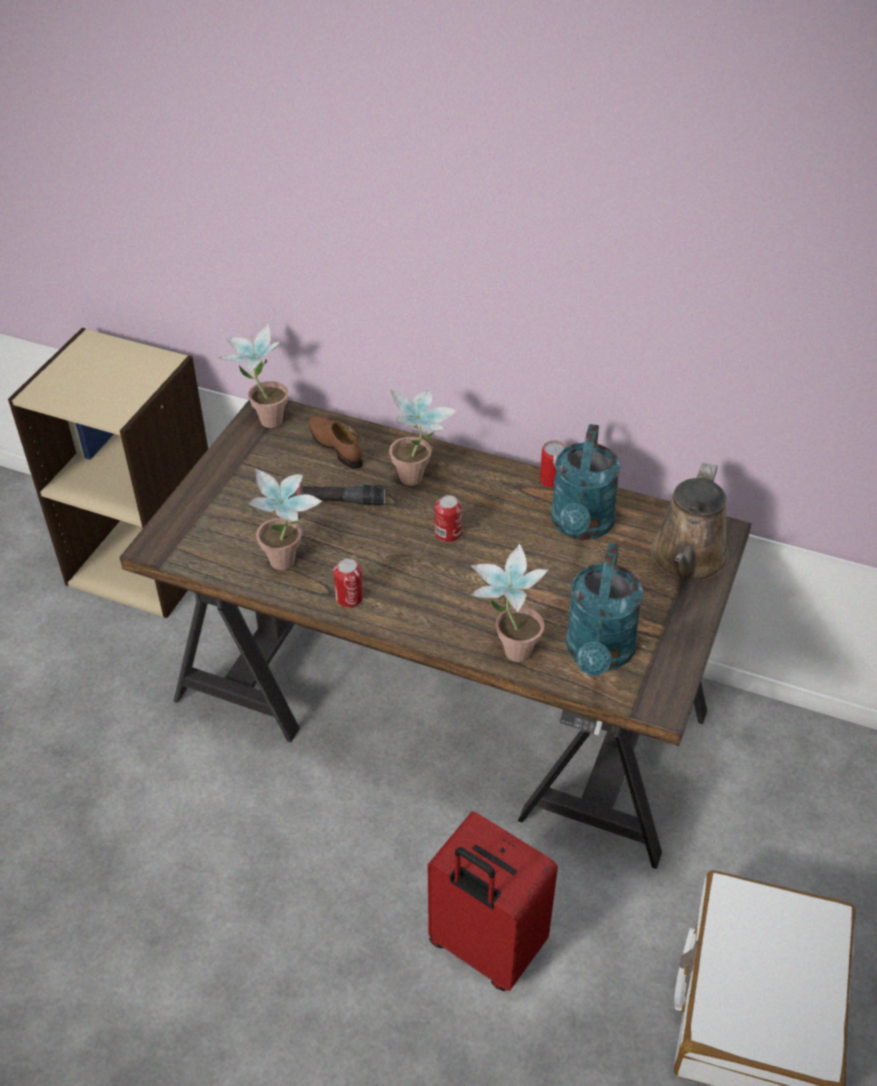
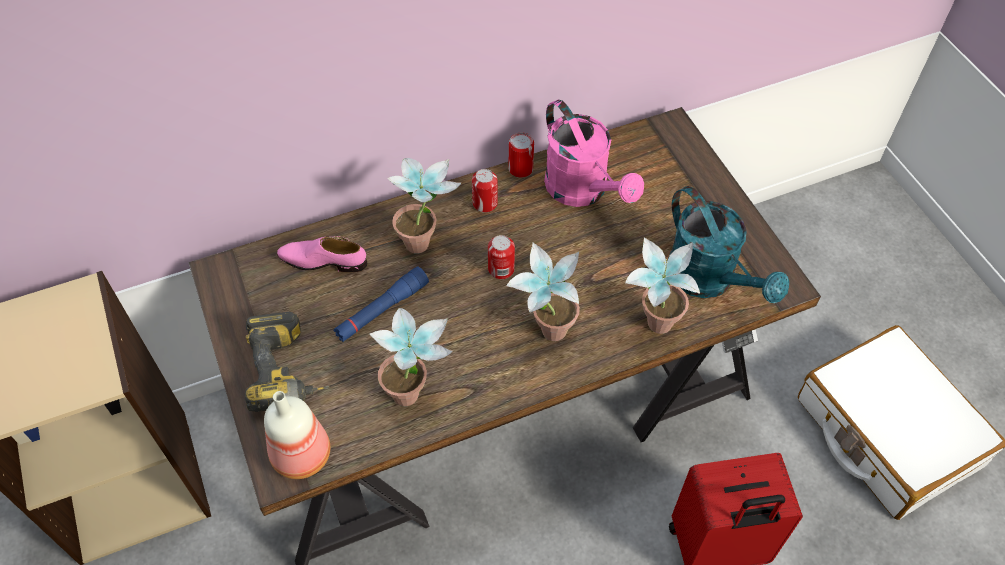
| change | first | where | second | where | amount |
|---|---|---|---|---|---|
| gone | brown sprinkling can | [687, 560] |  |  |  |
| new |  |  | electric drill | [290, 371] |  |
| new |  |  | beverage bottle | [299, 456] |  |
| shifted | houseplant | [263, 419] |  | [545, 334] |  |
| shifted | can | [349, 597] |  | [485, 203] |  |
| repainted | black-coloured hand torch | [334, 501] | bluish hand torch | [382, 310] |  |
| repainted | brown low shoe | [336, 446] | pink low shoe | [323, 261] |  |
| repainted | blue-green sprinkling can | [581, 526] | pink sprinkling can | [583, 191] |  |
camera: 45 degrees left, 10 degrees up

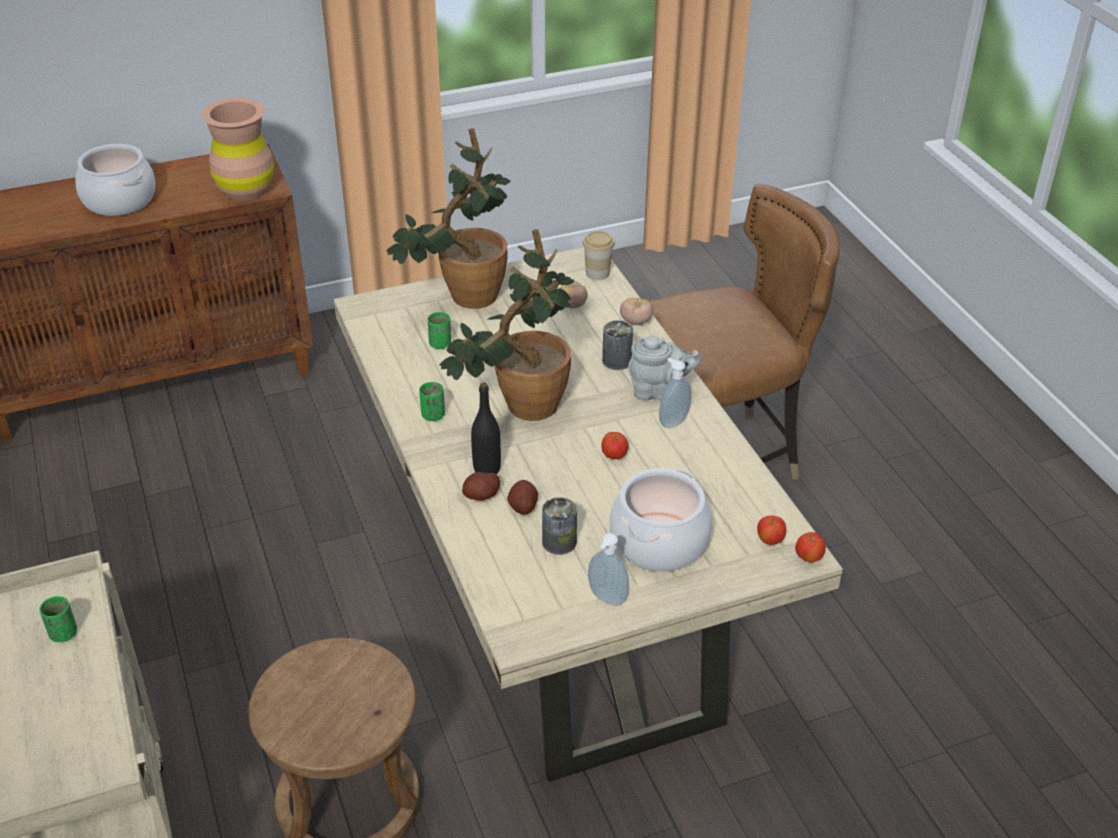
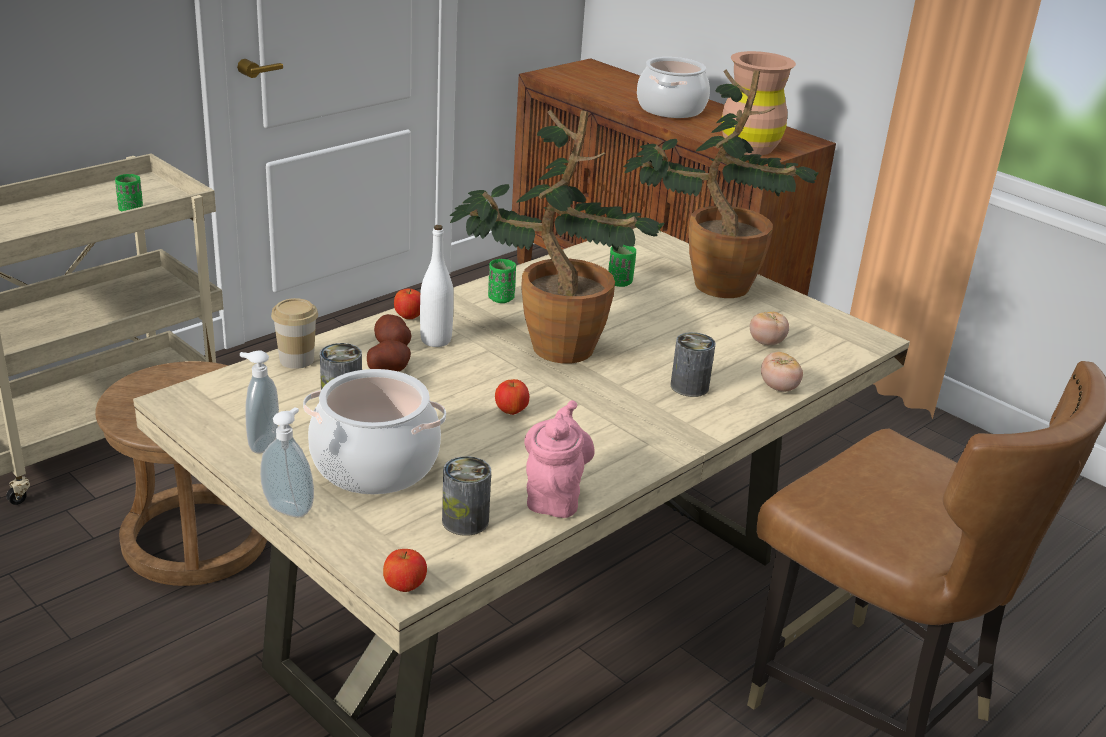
| change | first | where | second | where | amount |
|---|---|---|---|---|---|
| gone | gray tea pot | [659, 392] |  |  |  |
| new |  |  | can | [465, 521] |  |
| new |  |  | pink tea pot | [554, 496] |  |
| shifted | drinking cup | [597, 273] |  | [296, 360] |  |
| shifted | liquid soap bottle | [672, 421] |  | [290, 508] |  |
| shifted | apple | [769, 540] |  | [409, 317] |  |
| repainted | black-coloured beverage bottle | [487, 469] | white beverage bottle | [436, 340] |  |
camera: 65 degrees right, 10 degrees down

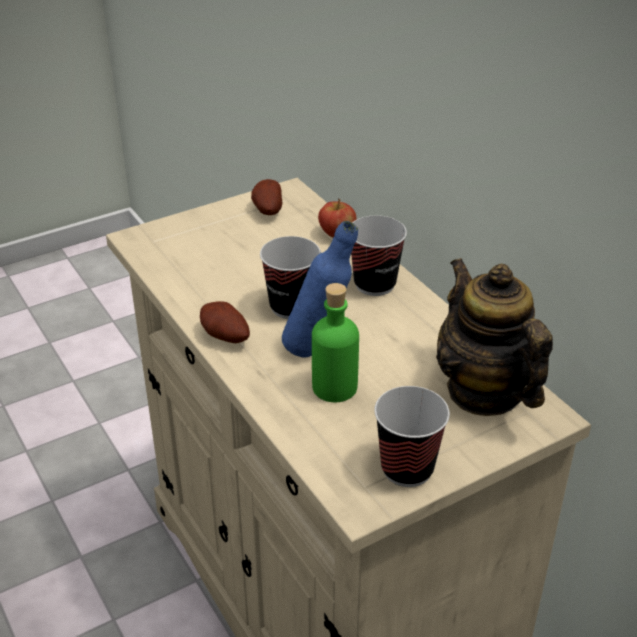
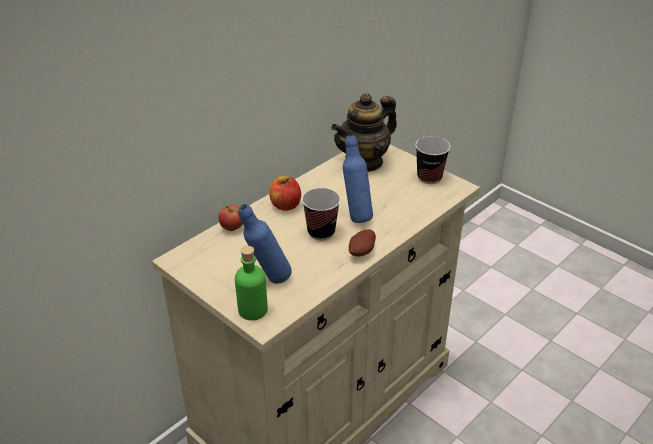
| change | first | where | second | where | amount |
|---|---|---|---|---|---|
| gone | potato | [267, 210] |  |  |  |
| new |  |  | bluish beverage bottle | [268, 279] |  |
| shifted | green-coloured beverage bottle | [334, 387] |  | [252, 310] |  |
| swapped | drinking cup | [374, 284] | apple | [285, 205] |  |
camera: 105 degrees left, 0 degrees up

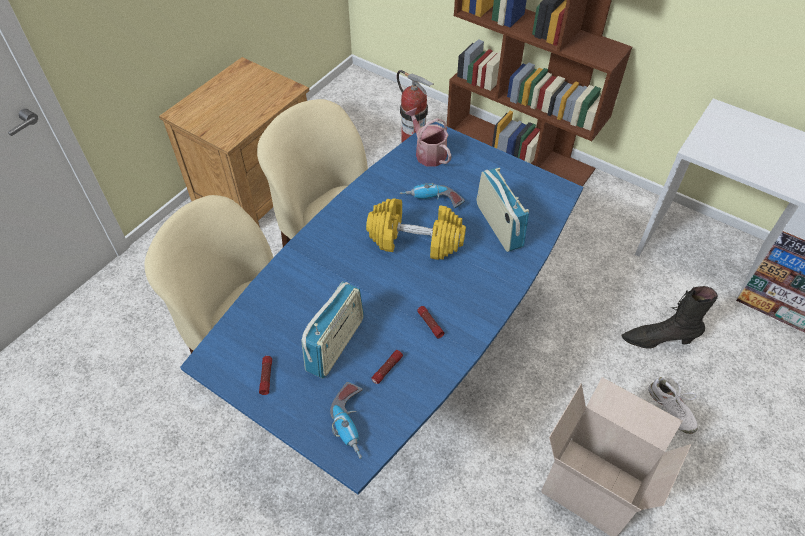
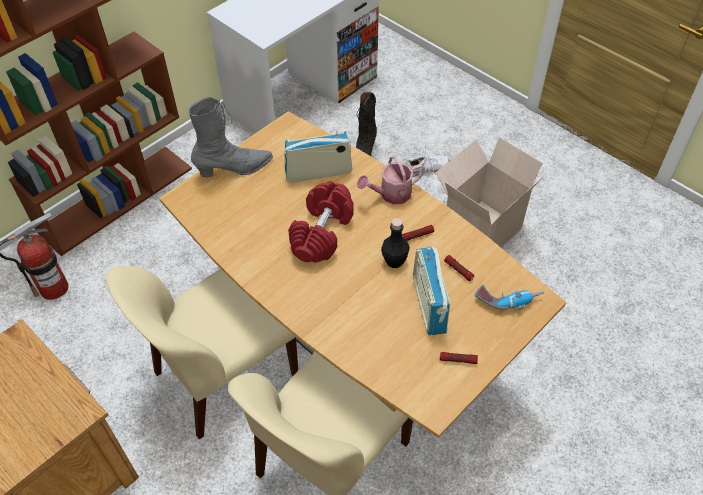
| change | first | where | second | where | amount |
|---|---|---|---|---|---|
| gone | electric drill | [431, 202] |  |  |  |
| new |  |  | gray tall boot | [235, 169] |  |
| new |  |  | black-coloured beverage bottle | [394, 261] |  |
| shifted | sprinkling can | [428, 153] |  | [391, 194] |  |
| repainted | bluish dinner table | [402, 364] | brown dinner table | [352, 341] |  |
| repainted | yellowish free weight | [416, 240] | reddish free weight | [321, 232] |  |
| rotated | radio receiver | [335, 344] |  | [429, 304] | 135 degrees counterclockwise |
camera: 80 degrees left, 0 degrees up

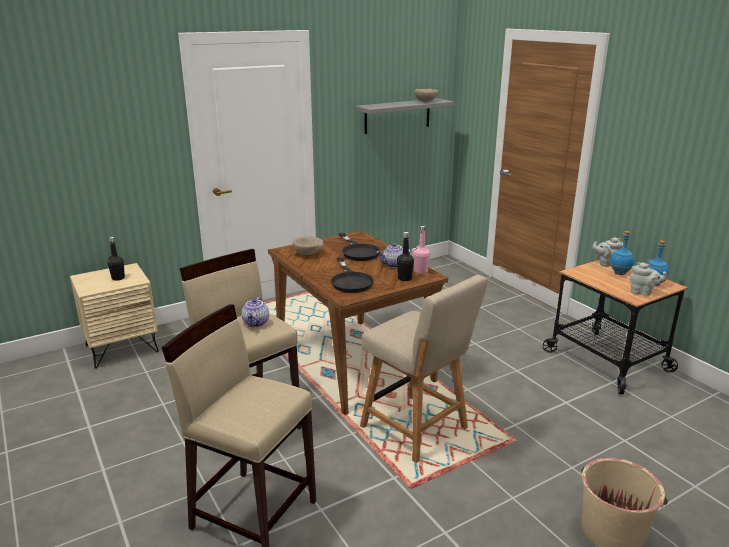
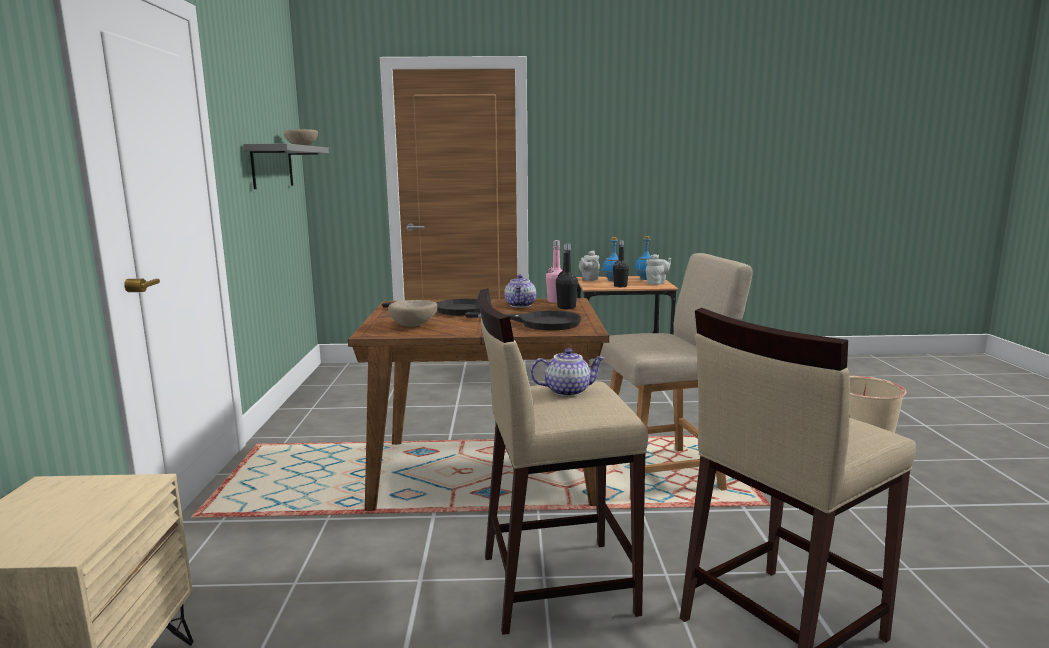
| change | first | where | second | where | amount |
|---|---|---|---|---|---|
| shifted | black-coloured beverage bottle | [118, 278] |  | [620, 286] |  |
| rotated | tea pot | [256, 323] |  | [567, 391] | 45 degrees counterclockwise |
camera: 60 degrees left, 10 degrees down

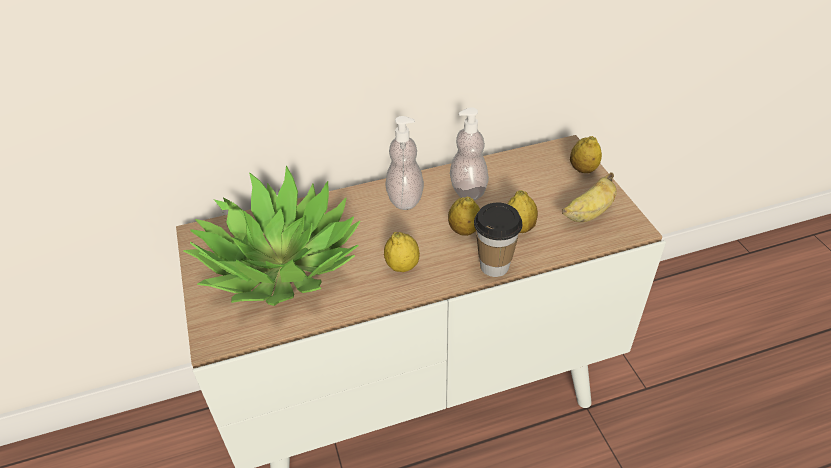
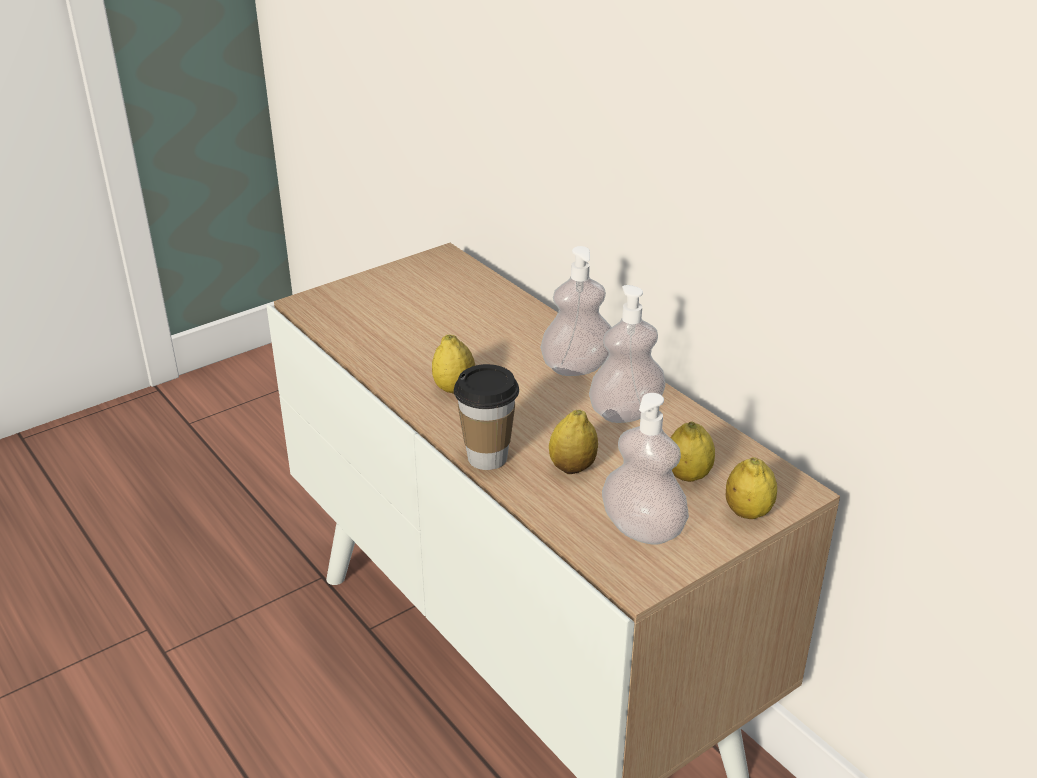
| change | first | where | second | where | amount |
|---|---|---|---|---|---|
| gone | houseplant | [279, 263] |  |  |  |
| shifted | whole lemon | [464, 230] |  | [688, 475] |  |
| swapped | banana | [588, 213] | liquid soap bottle | [642, 529] |  |
camera: 70 degrees right, 10 degrees down

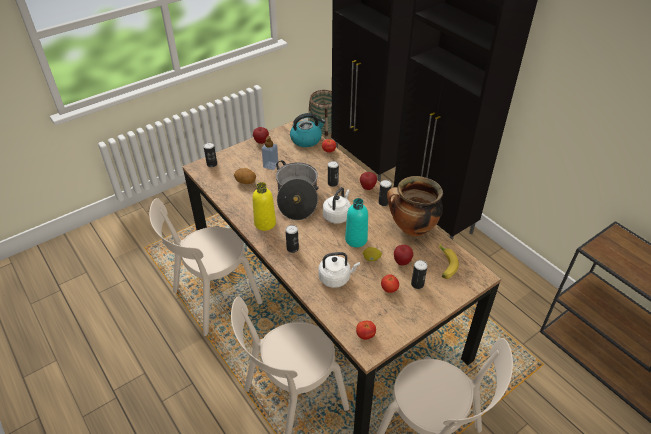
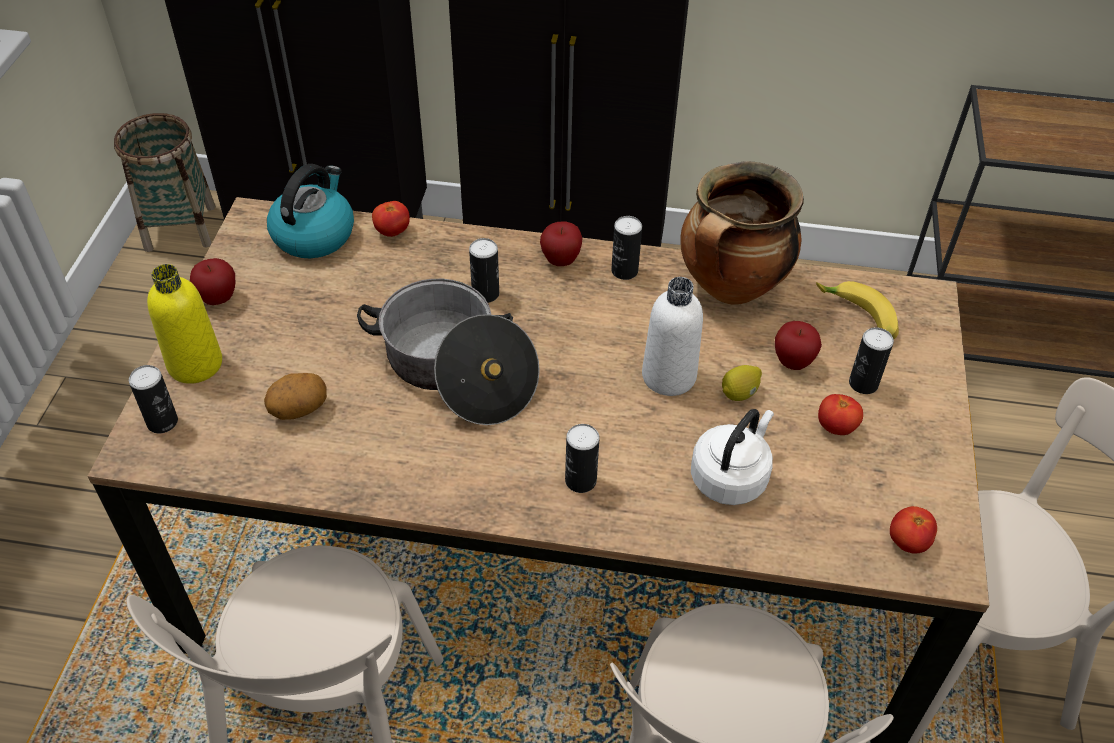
| change | first | where | second | where | amount |
|---|---|---|---|---|---|
| gone | liquid soap bottle | [270, 165] |  |  |  |
| gone | white kettle | [337, 215] |  |  |  |
| shifted | yellowish beverage bottle | [265, 223] |  | [195, 364] |  |
| repainted | blue-green beverage bottle | [356, 239] | white beverage bottle | [669, 376] |  |
camera: 45 degrees left, 5 degrees up

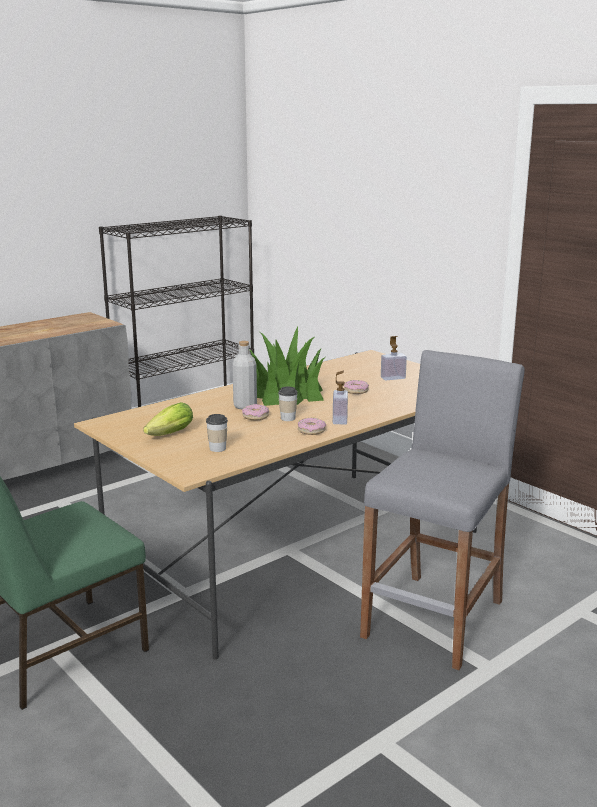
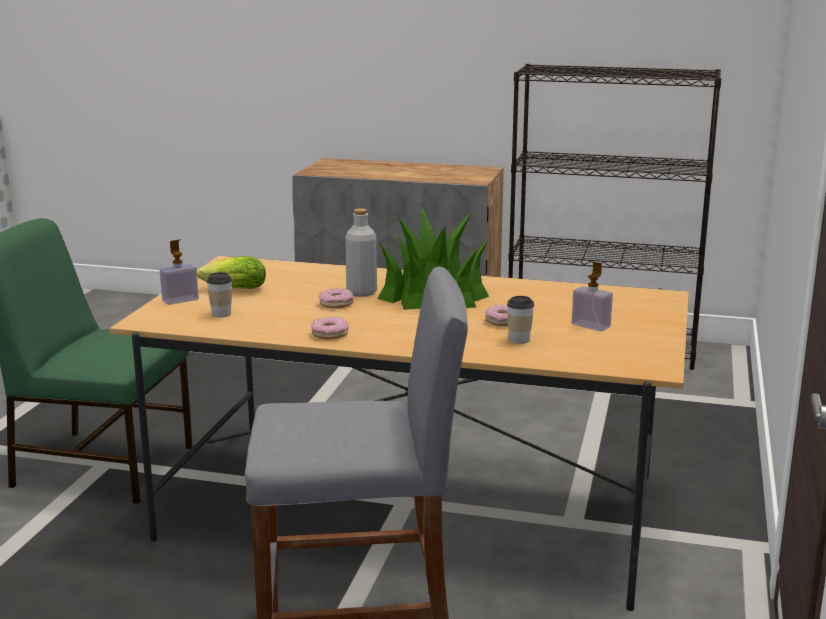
| change | first | where | second | where | amount |
|---|---|---|---|---|---|
| shifted | drinking cup | [288, 418] |  | [519, 340] |  |
| shifted | liquid soap bottle | [340, 420] |  | [180, 300] |  |
camera: 55 degrees right, 0 degrees up

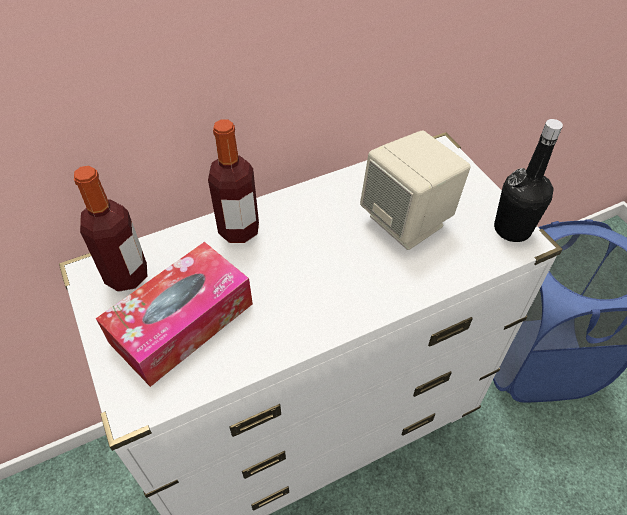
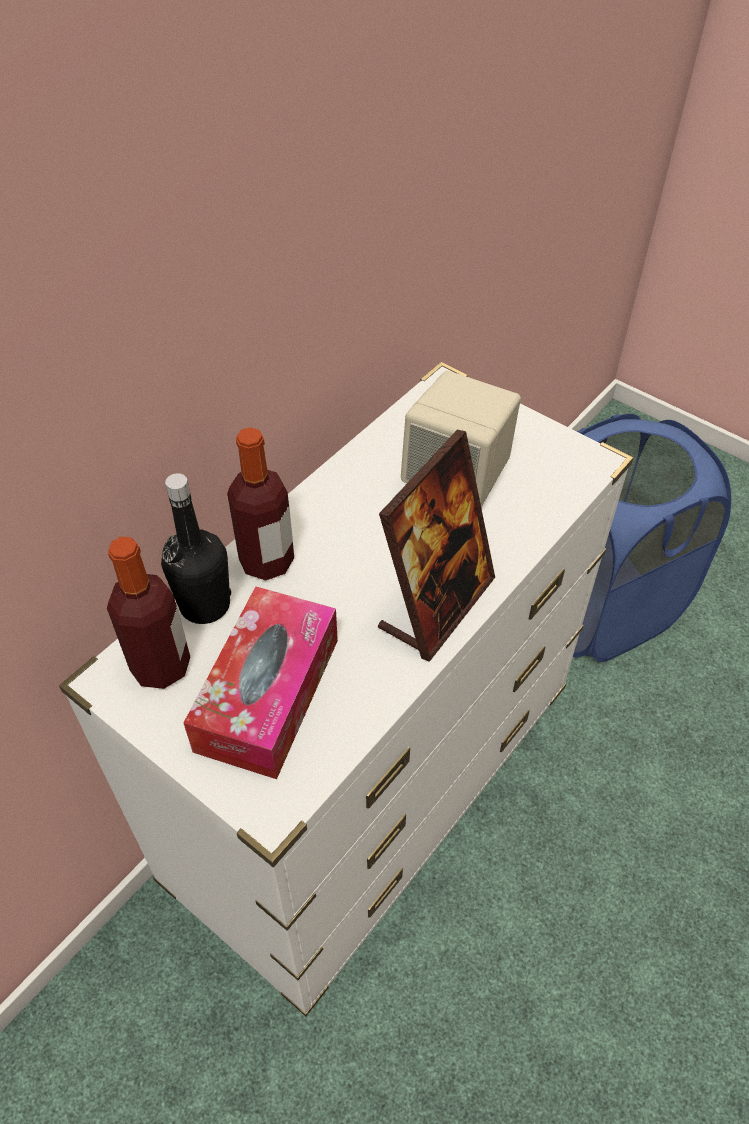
| change | first | where | second | where | amount |
|---|---|---|---|---|---|
| new |  |  | standing frame | [436, 605] |  |
| shifted | black-coloured beverage bottle | [512, 229] |  | [205, 605] |  |
camera: 25 degrees left, 0 degrees up

